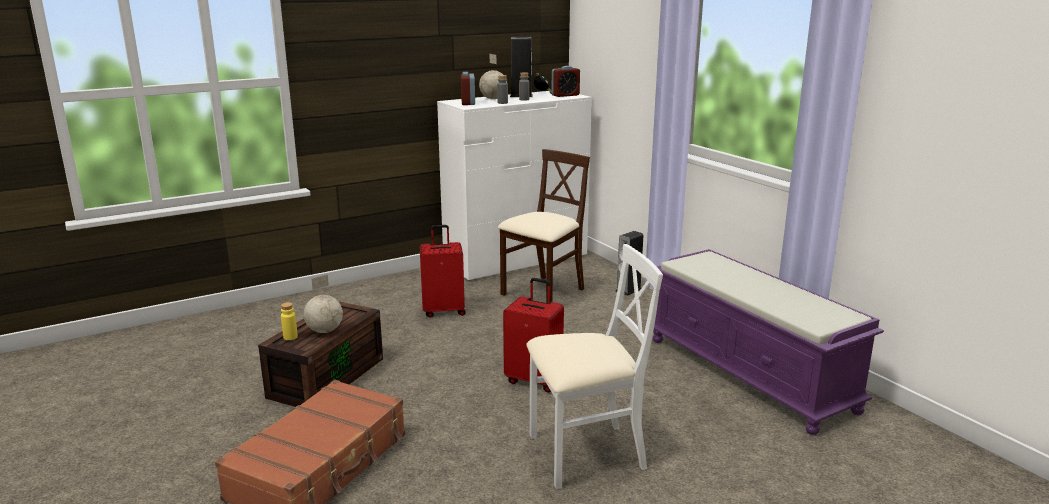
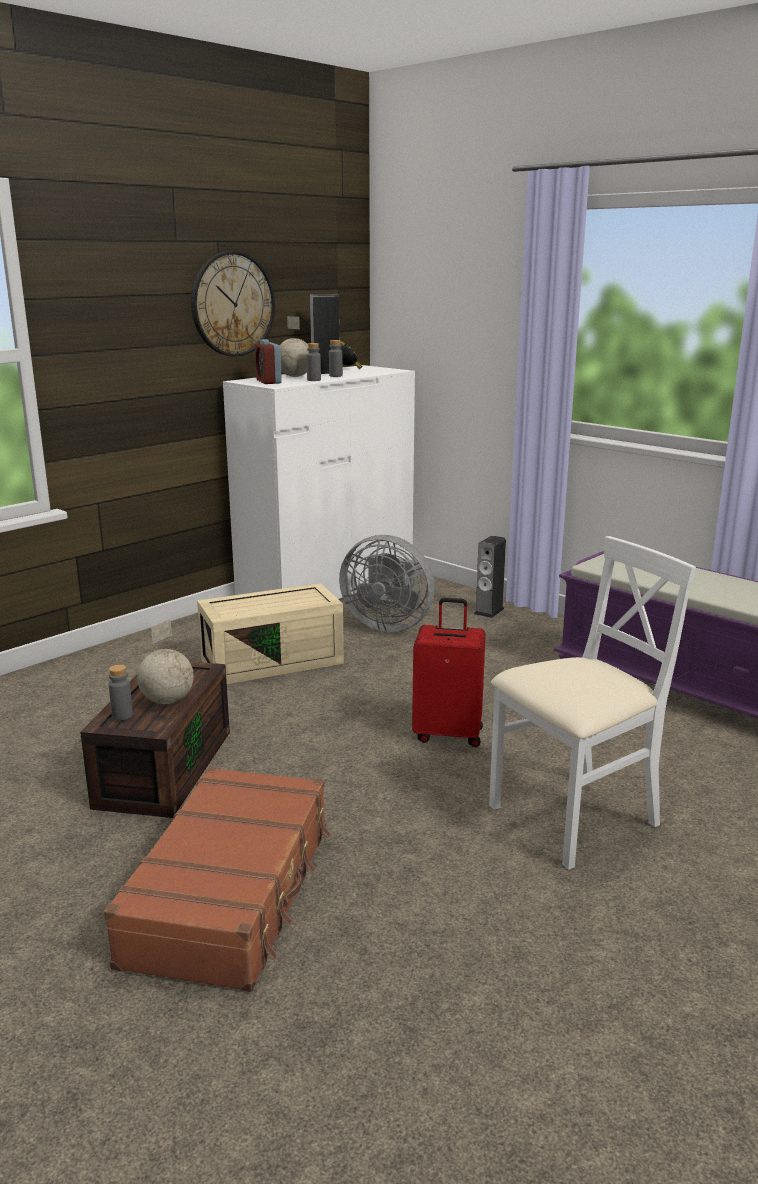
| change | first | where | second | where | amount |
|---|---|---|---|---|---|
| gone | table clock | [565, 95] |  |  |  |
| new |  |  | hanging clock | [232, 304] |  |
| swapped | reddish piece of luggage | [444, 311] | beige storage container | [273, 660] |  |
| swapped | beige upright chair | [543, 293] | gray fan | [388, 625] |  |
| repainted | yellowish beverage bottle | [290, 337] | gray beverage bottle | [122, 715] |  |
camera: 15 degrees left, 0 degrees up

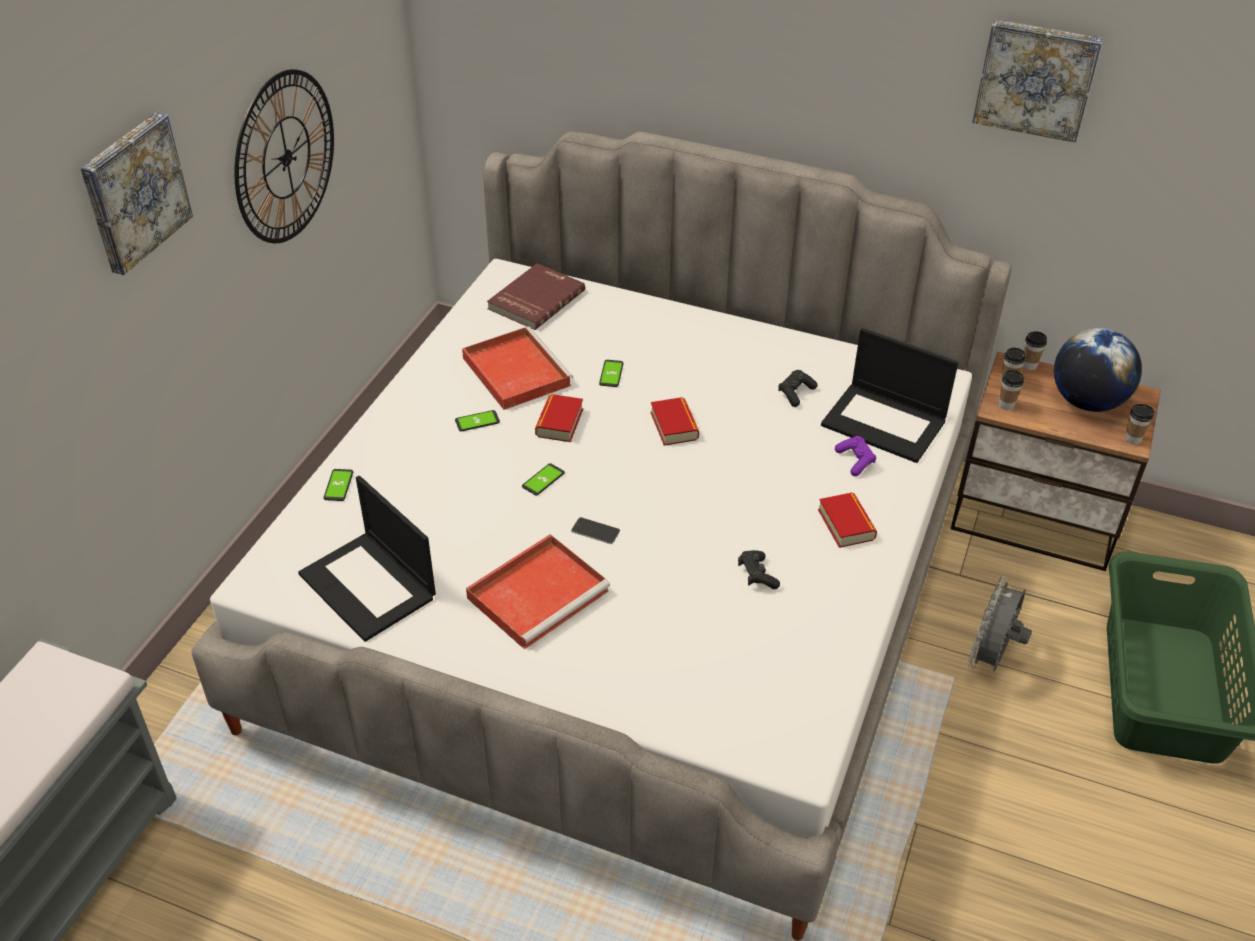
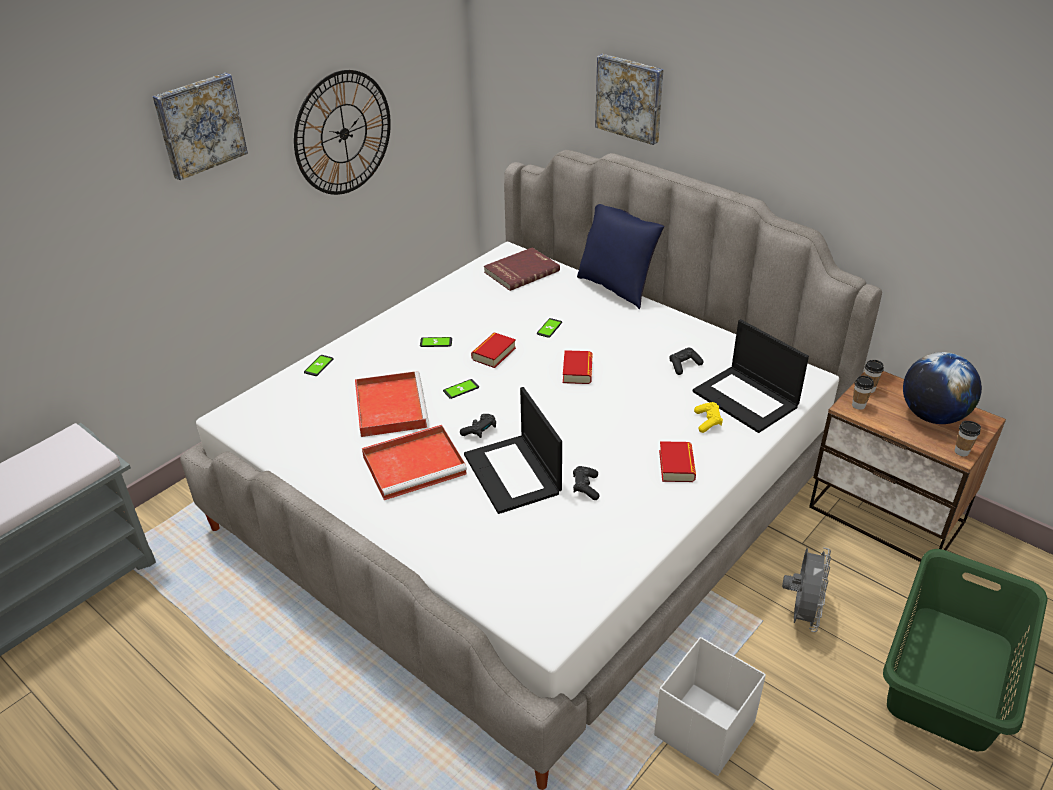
| change | first | where | second | where | amount |
|---|---|---|---|---|---|
| gone | drinking cup | [1029, 365] |  |  |  |
| new |  |  | bluish cushion | [616, 288] |  |
| new |  |  | white storage container | [703, 729] |  |
| shifted | notebook computer | [369, 586] |  | [513, 474] |  |
| shifted | reddish serving tray | [514, 371] |  | [389, 406] |  |
| shifted | wall art | [1036, 79] |  | [630, 98] |  |
| swapped | phone | [595, 531] | black-coloured joypad | [480, 431] |  |
| repainted | purplish joypad | [855, 461] | yellowish joypad | [707, 422] |  |
| rotated | gray fan | [991, 659] |  | [801, 614] | 150 degrees clockwise |
camera: 20 degrees right, 5 degrees down

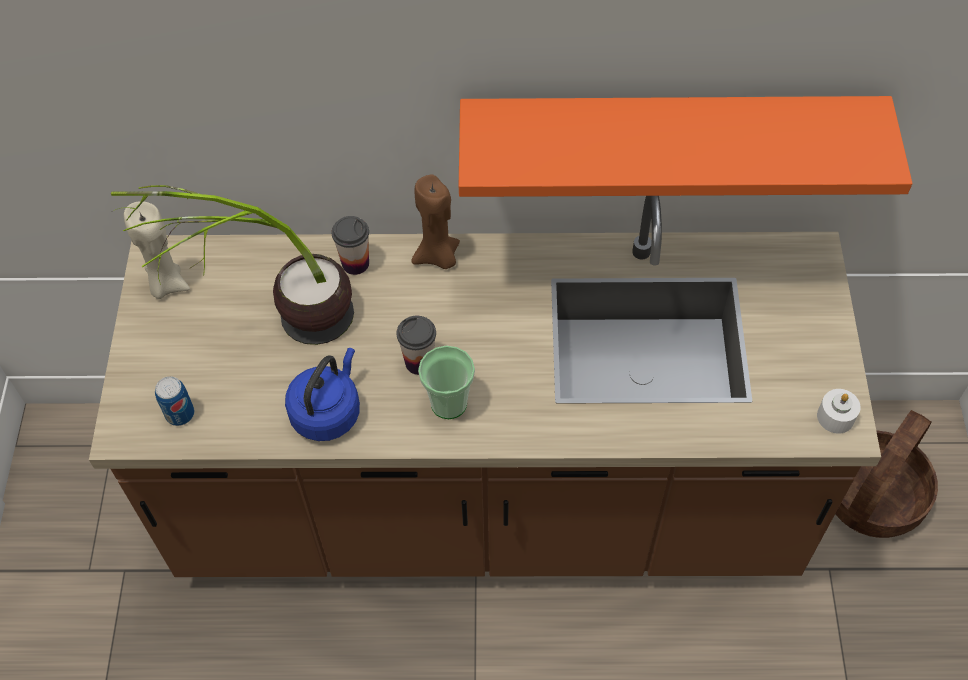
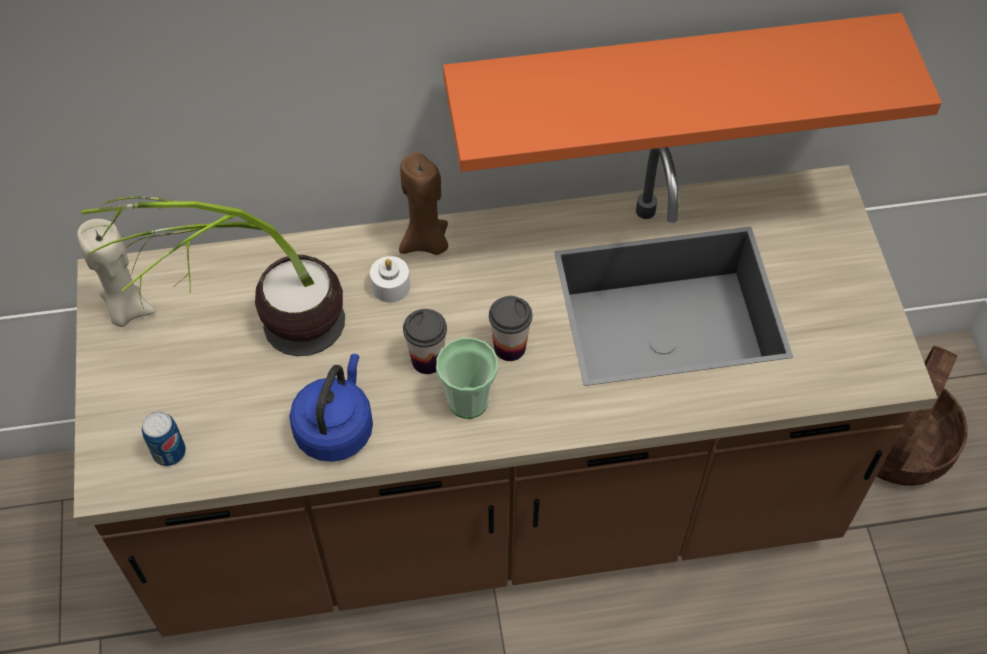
| change | first | where | second | where | amount |
|---|---|---|---|---|---|
| shifted | drinking cup | [355, 263] |  | [509, 347] |  |
| shifted | white candle | [835, 417] |  | [391, 286] |  |
camera: 10 degrees left, 0 degrees up

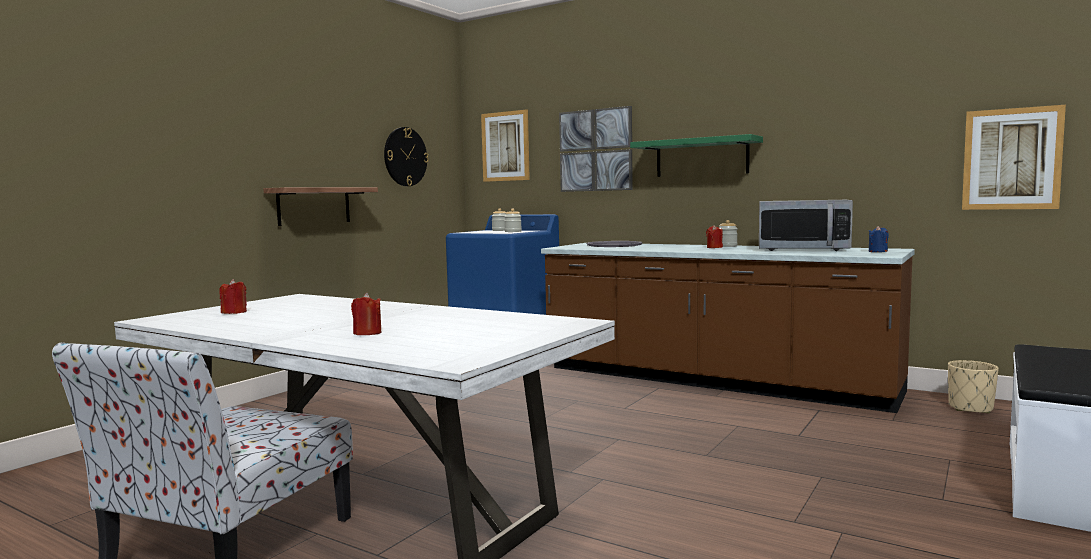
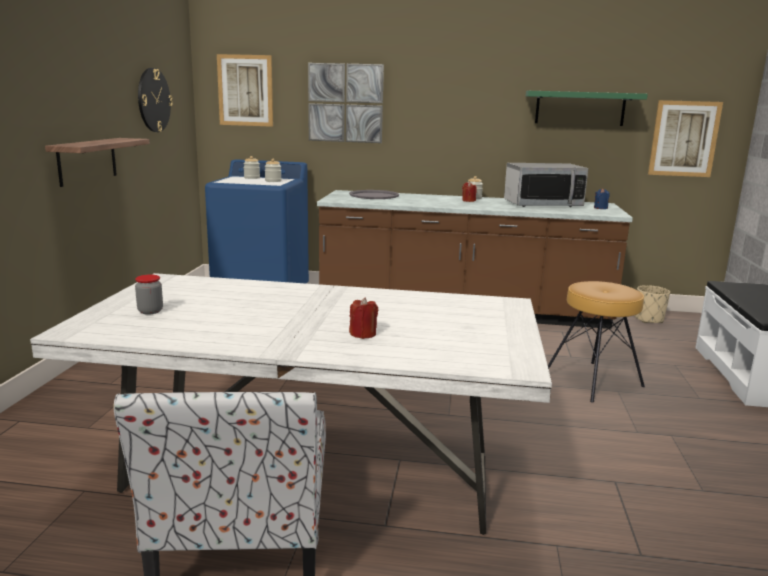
| change | first | where | second | where | amount |
|---|---|---|---|---|---|
| new |  |  | brown sitting stool | [593, 381] |  |
| shifted | green-coloured wall shelf | [701, 157] |  | [580, 108] |  |
| swapped | reddish candle | [234, 312] | jar | [150, 311] |  |
camera: 25 degrees left, 10 degrees up

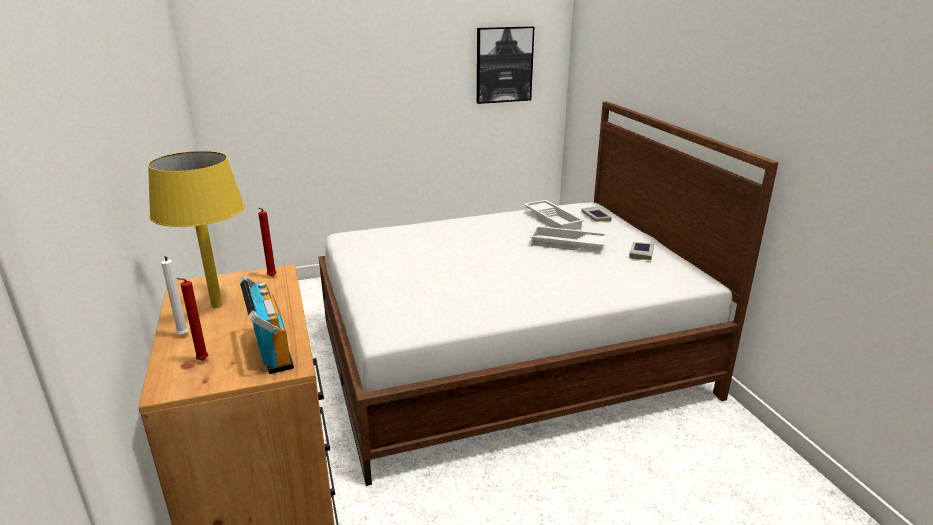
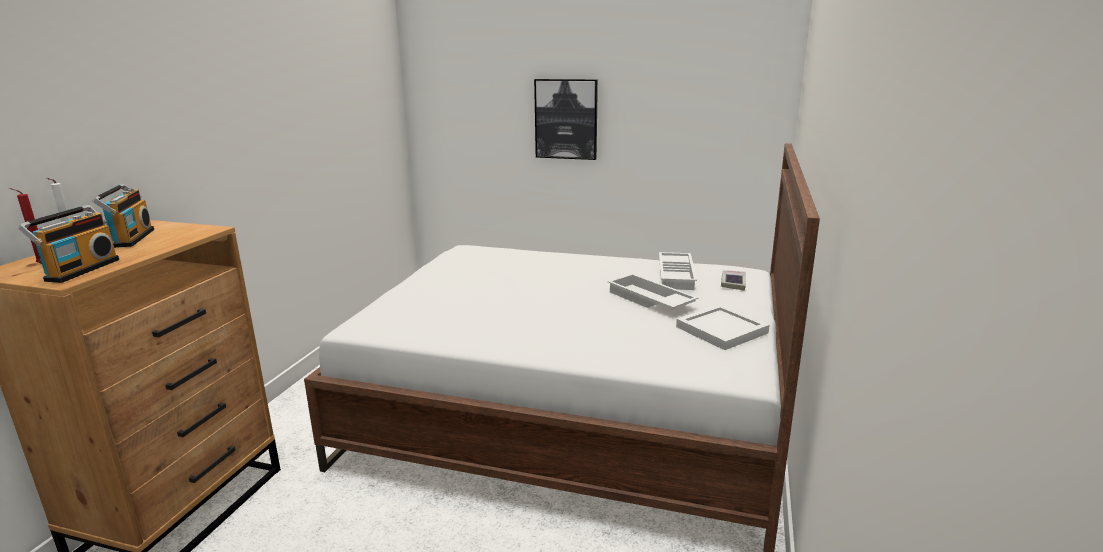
| change | first | where | second | where | amount |
|---|---|---|---|---|---|
| gone | reddish candle | [271, 277] |  |  |  |
| shifted | wall art | [504, 65] |  | [566, 119] |  |
| swapped | yellowish lamp for a table | [216, 305] | radio receiver | [131, 238] |  |
| swapped | bound book | [641, 253] | white serving tray | [720, 330] |  |
camera: 35 degrees right, 5 degrees down

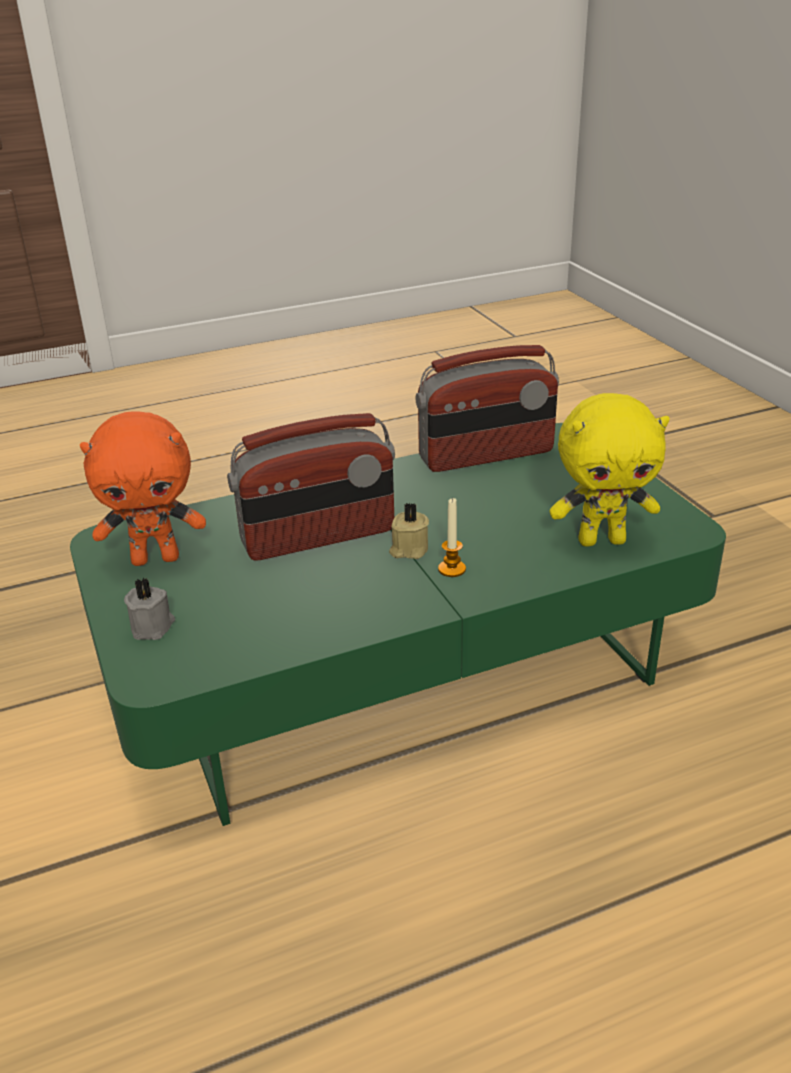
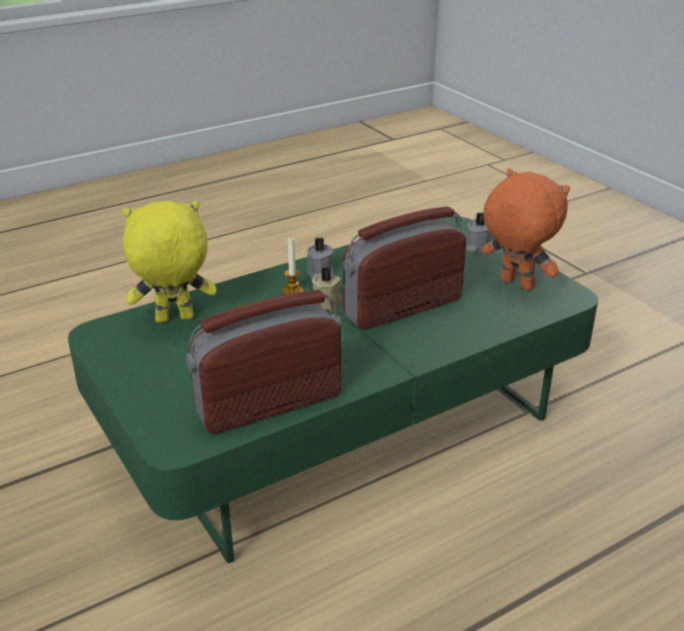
| change | first | where | second | where | amount |
|---|---|---|---|---|---|
| new |  |  | gray candle | [318, 273] |  |
| rotated | orange plush toy | [156, 558] |  | [515, 284] | 60 degrees clockwise |
camera: 170 degrees right, 0 degrees up

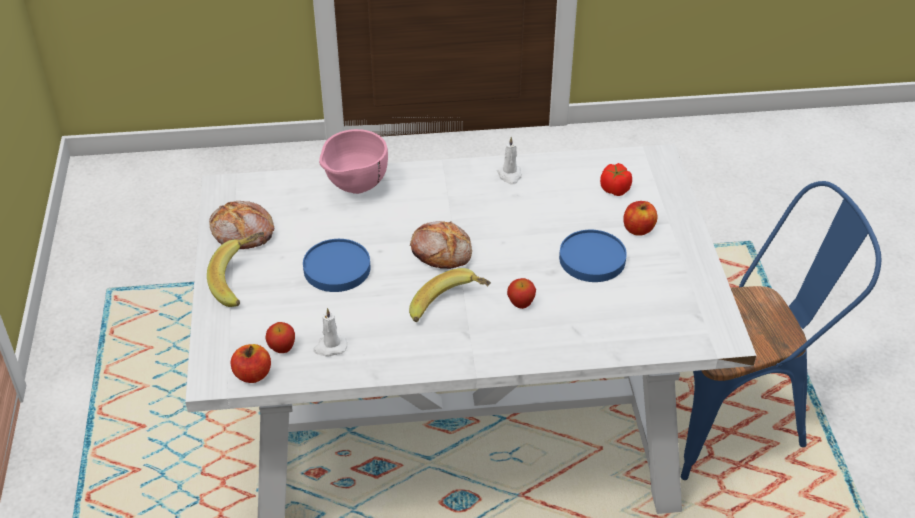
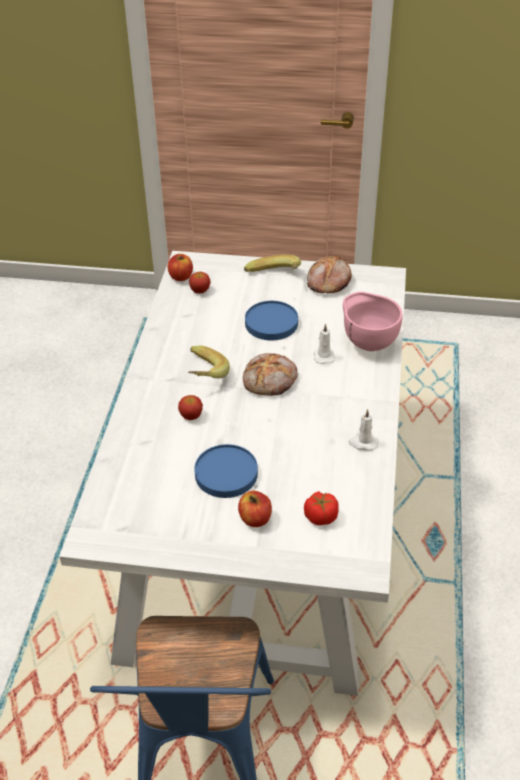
| change | first | where | second | where | amount |
|---|---|---|---|---|---|
| shifted | white candle | [330, 347] |  | [323, 356] |  |
camera: 105 degrees right, 0 degrees up

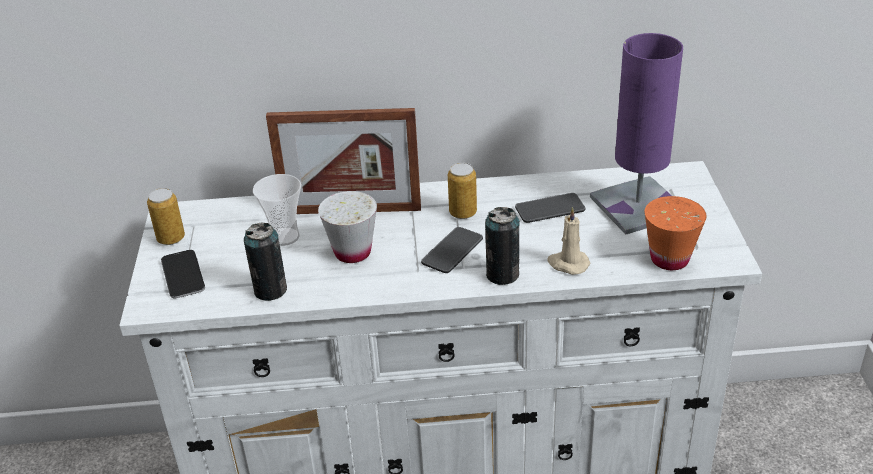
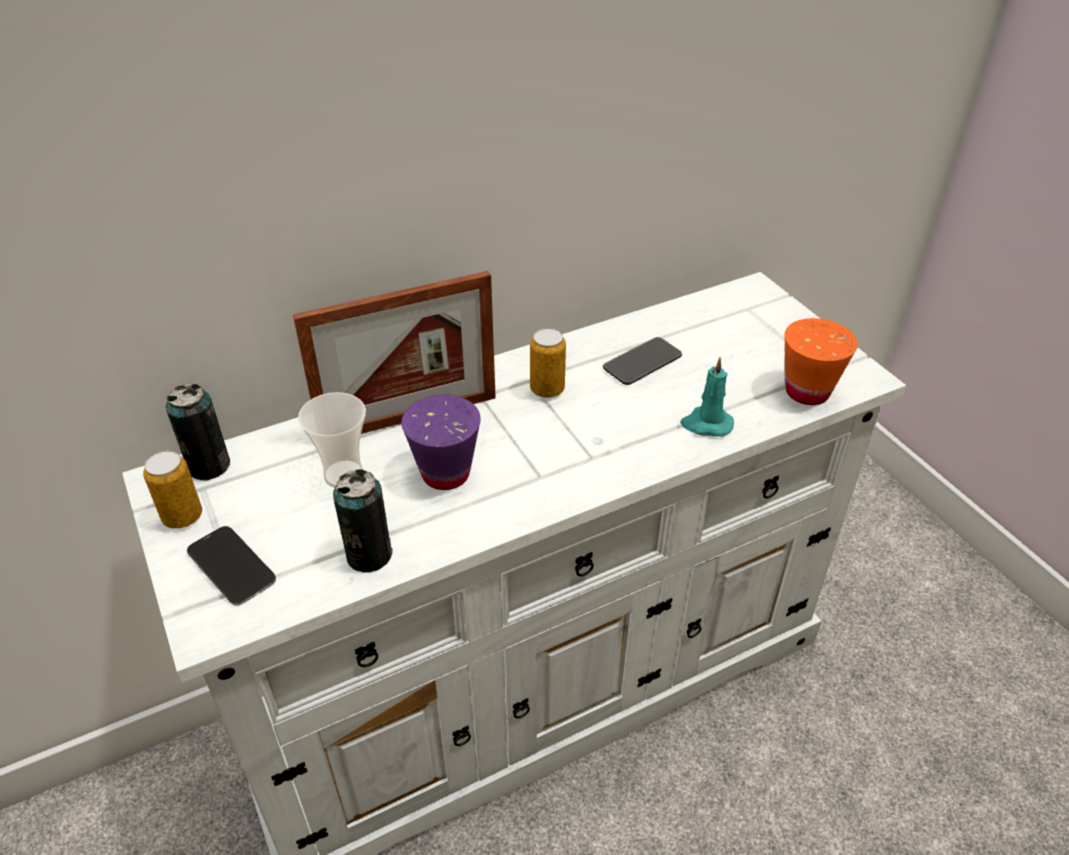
| change | first | where | second | where | amount |
|---|---|---|---|---|---|
| gone | phone | [452, 251] |  |  |  |
| gone | purplish lamp for a table | [638, 206] |  |  |  |
| shifted | can | [502, 274] |  | [209, 466] |  |
| repainted | white drinking cup | [352, 252] | purplish drinking cup | [445, 474] |  |
| repainted | beige candle | [567, 264] | blue-green candle | [706, 424] |  |
camera: 25 degrees left, 5 degrees up

